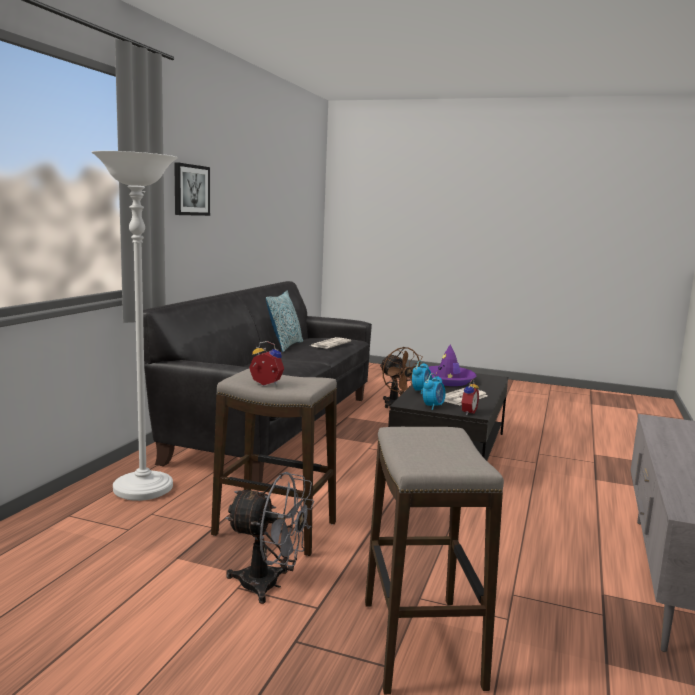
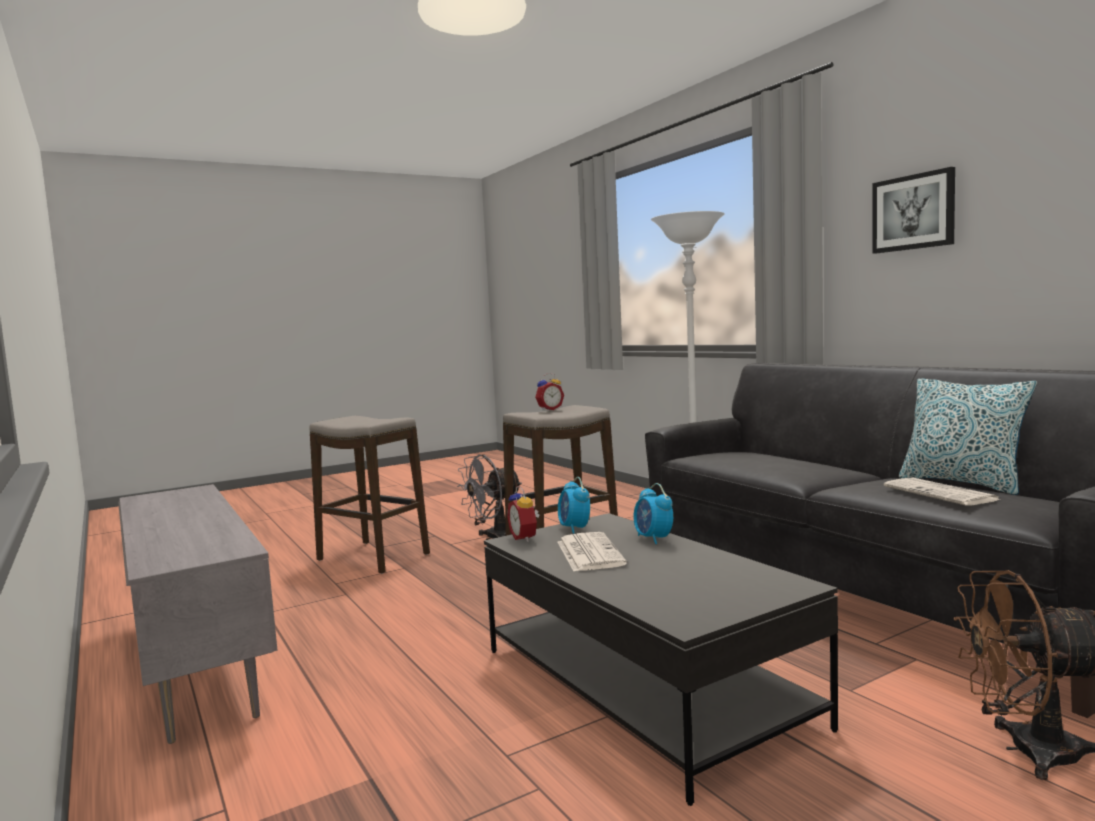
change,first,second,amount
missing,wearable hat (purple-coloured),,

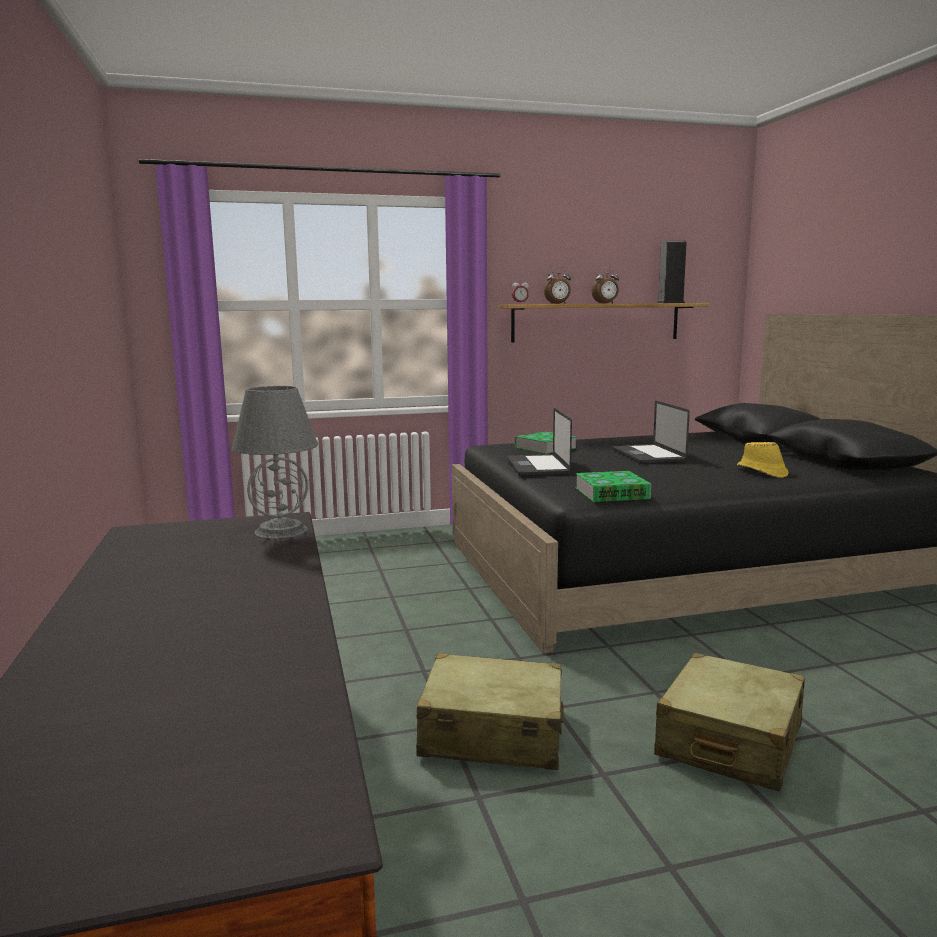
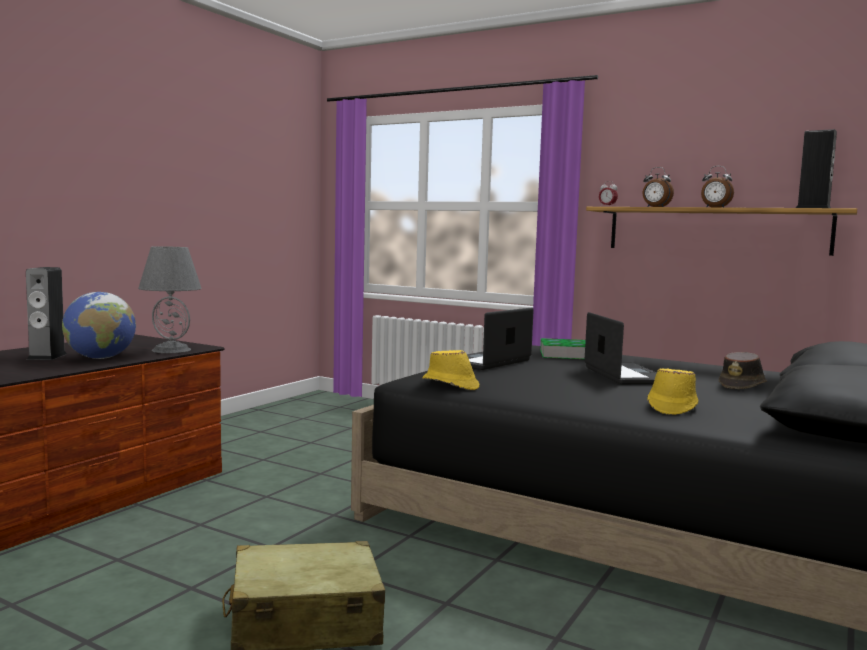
change,first,second,amount
missing,piece of luggage (beige) (no. 1 from left),,
appeared,,loudspeaker (no. 1 from left),
appeared,,world globe,
appeared,,wearable hat (brown),
exchanged,volume (no. 2 from left),wearable hat (yellow-coloured) (no. 1 from left),
spun,notebook computer (no. 2 from left),,135 degrees clockwise

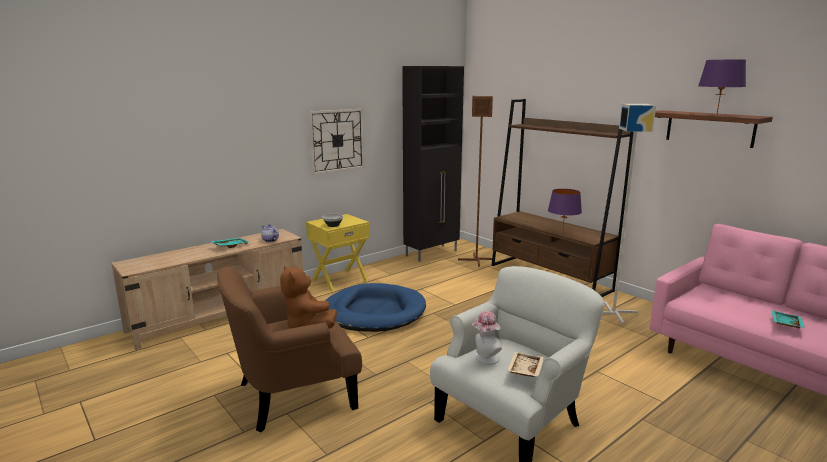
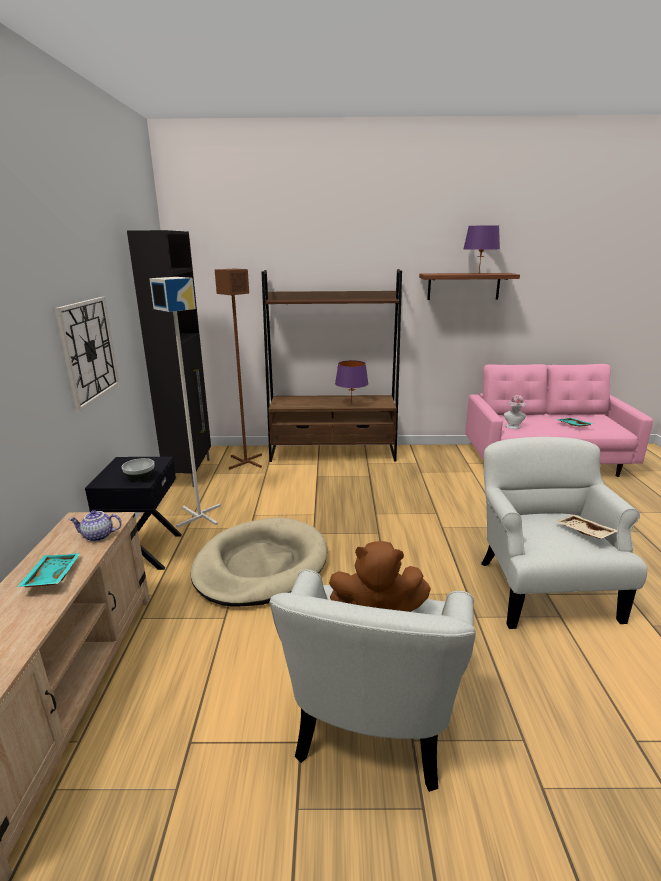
change,first,second,amount
relocated,wearable hat,,
relocated,standing lamp (gray),,
colour,armchair (brown),armchair (white) (no. 1 from left),
colour,nightstand (yellow-coloured),nightstand (black-coloured),
colour,dog bed (blue),dog bed (beige),

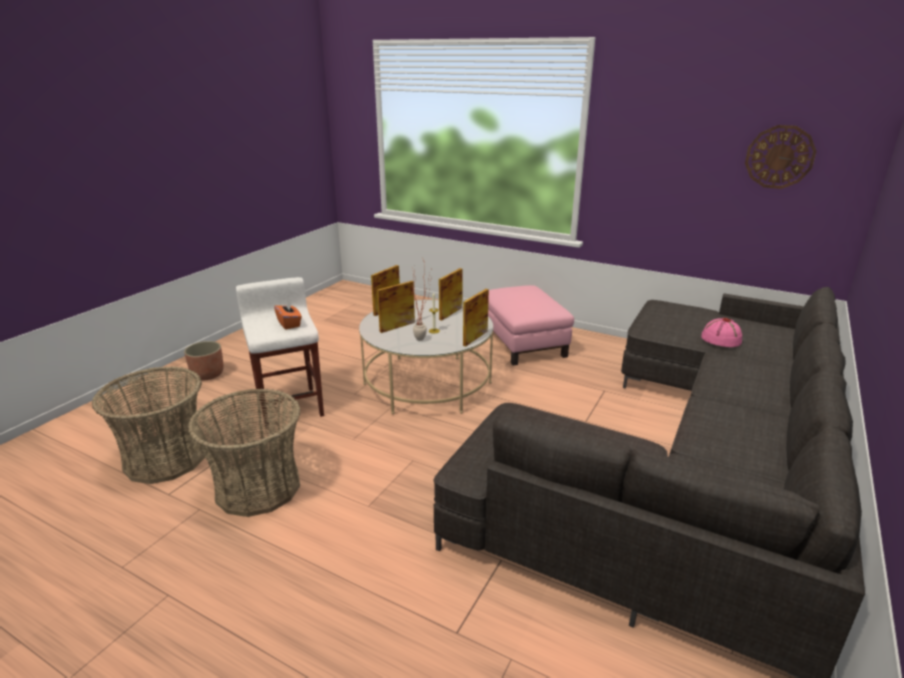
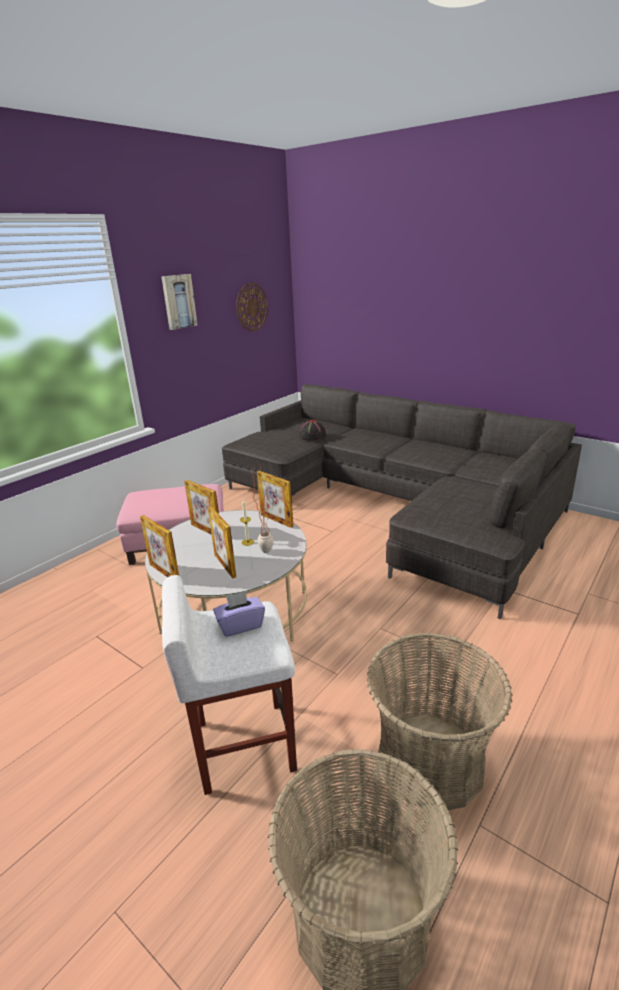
change,first,second,amount
missing,planter,,
appeared,,wall picture,
colour,box of tissues (orange-coloured),box of tissues (purple-coloured),
colour,wearable hat (pinkish),wearable hat (black-coloured),

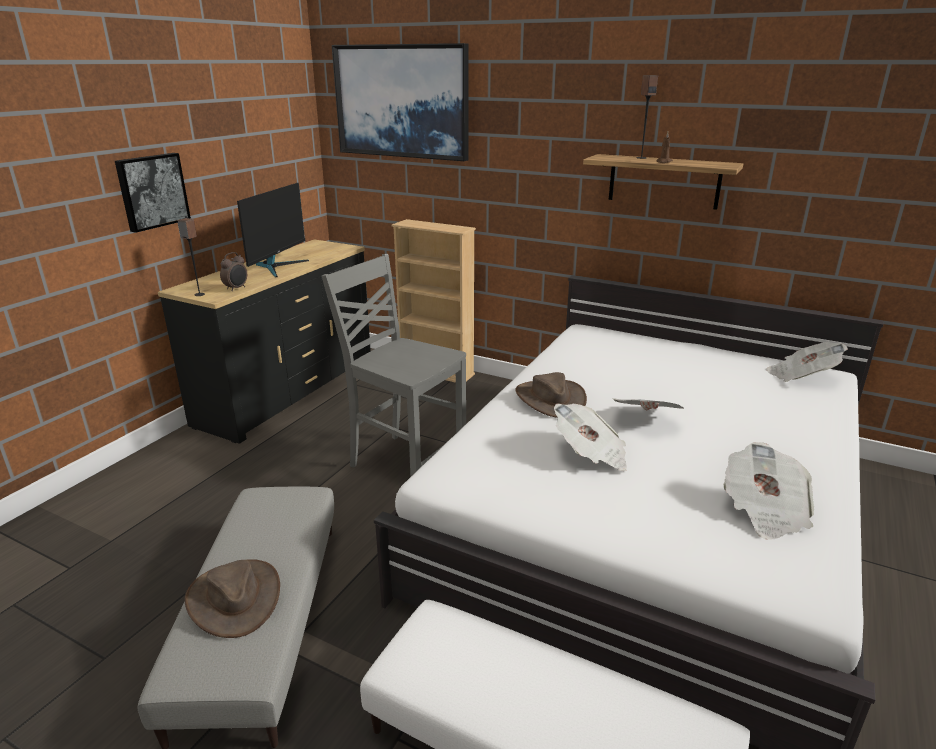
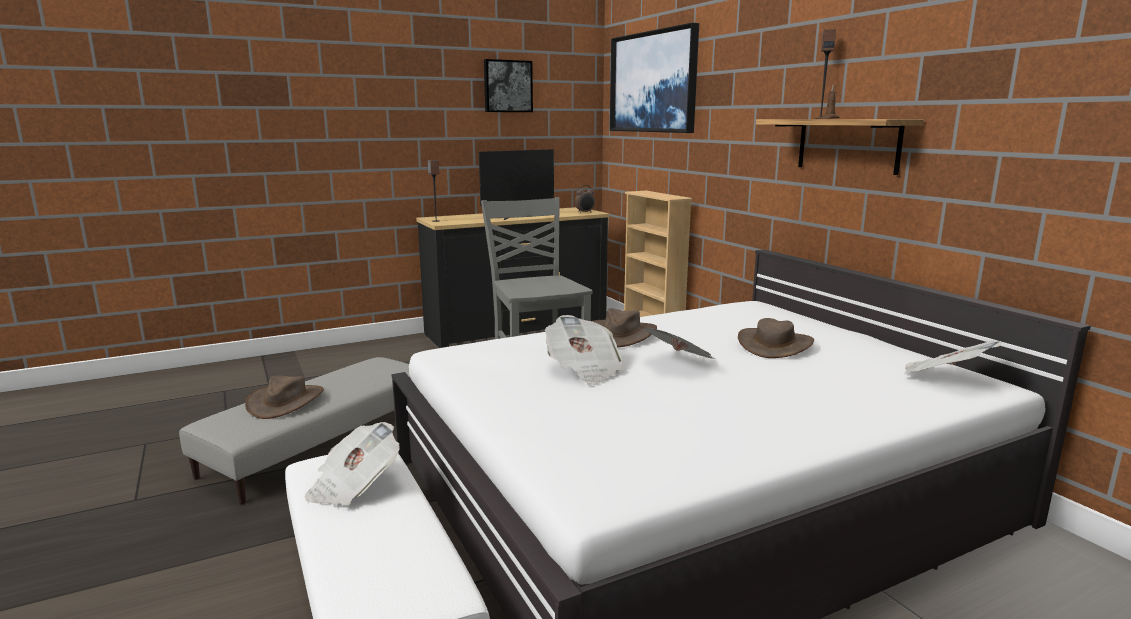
change,first,second,amount
appeared,,wearable hat (brown) (no. 3 from left),
relocated,wall picture (no. 1 from left),,
relocated,bedside clock,,
relocated,printed paper (no. 3 from left in the first image),printed paper (no. 1 from left),

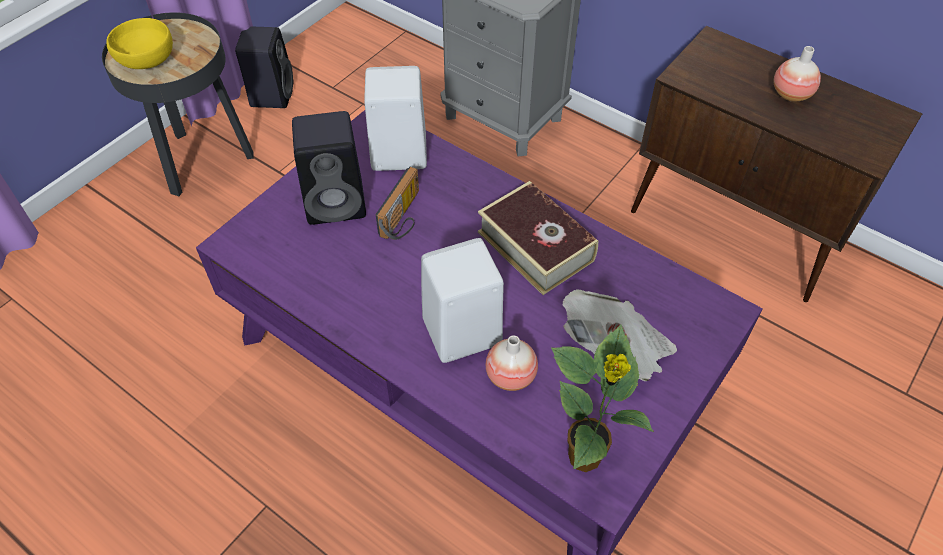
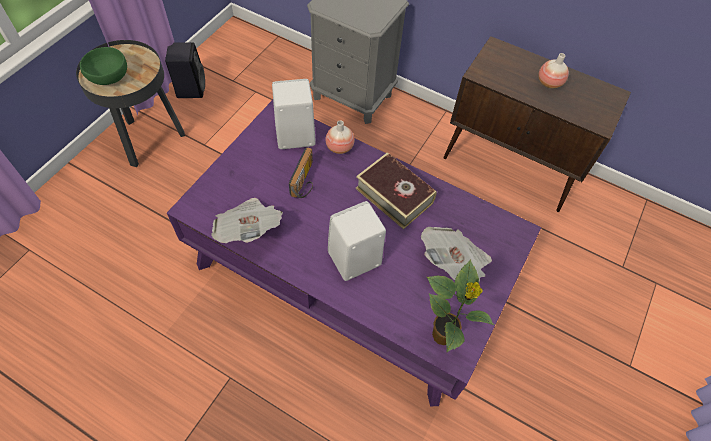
change,first,second,amount
missing,loudspeaker (black-coloured) (no. 2 from left),,
appeared,,printed paper (no. 1 from left),
relocated,vase (no. 1 from left),,
colour,serving bowl (yellow-coloured),serving bowl (green-coloured),

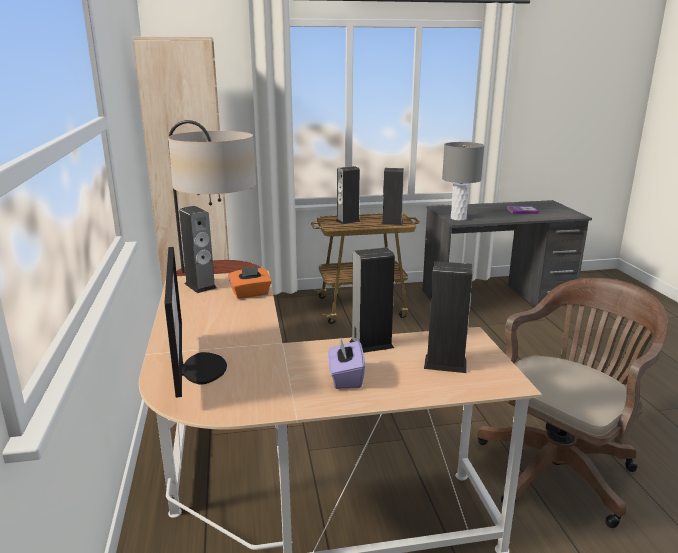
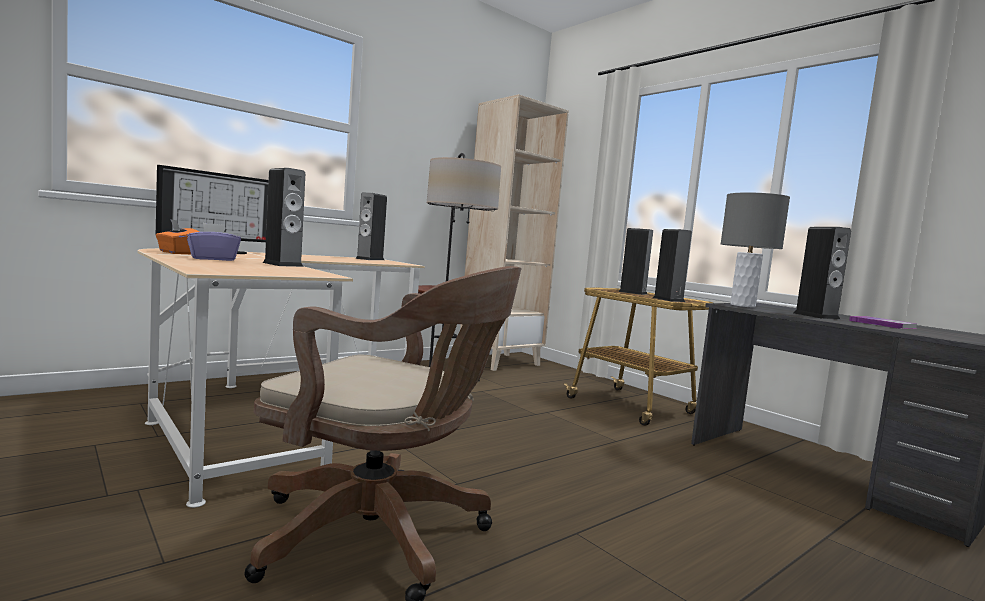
change,first,second,amount
relocated,box of tissues (orange-coloured),,
relocated,loudspeaker (no. 5 from left),,

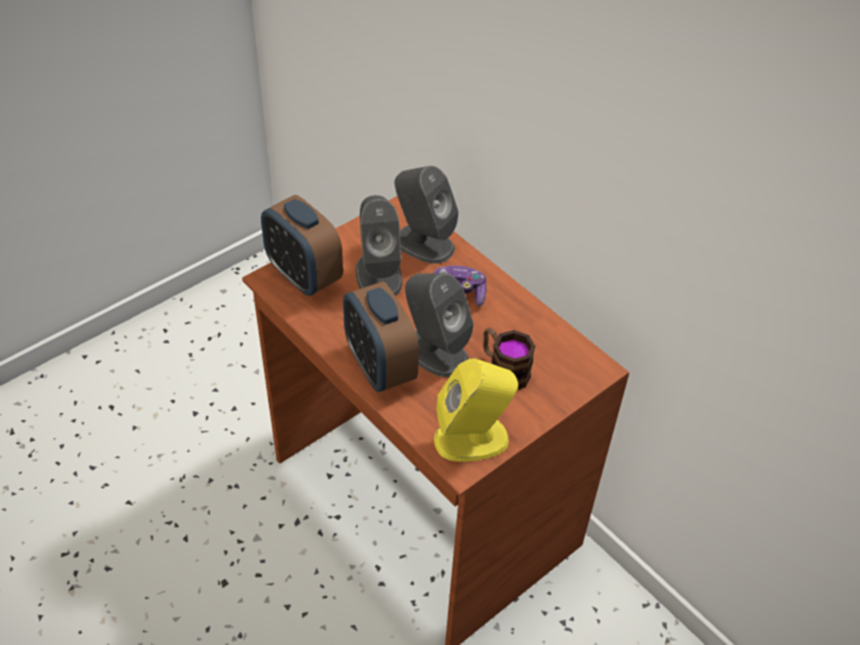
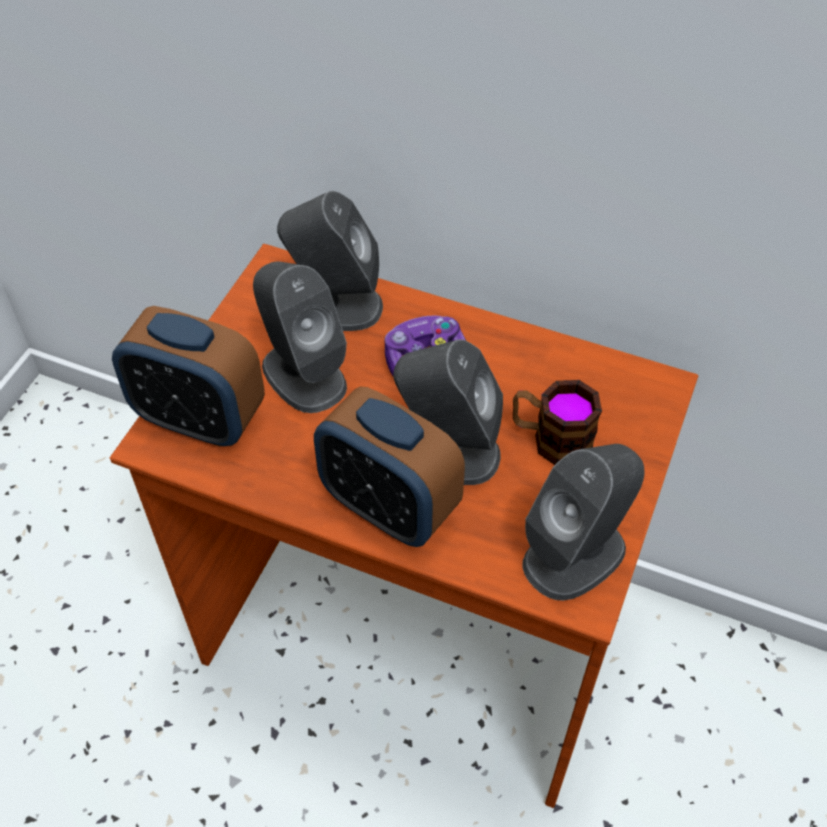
change,first,second,amount
colour,loudspeaker (yellow-coloured),loudspeaker (gray) (no. 4 from left),

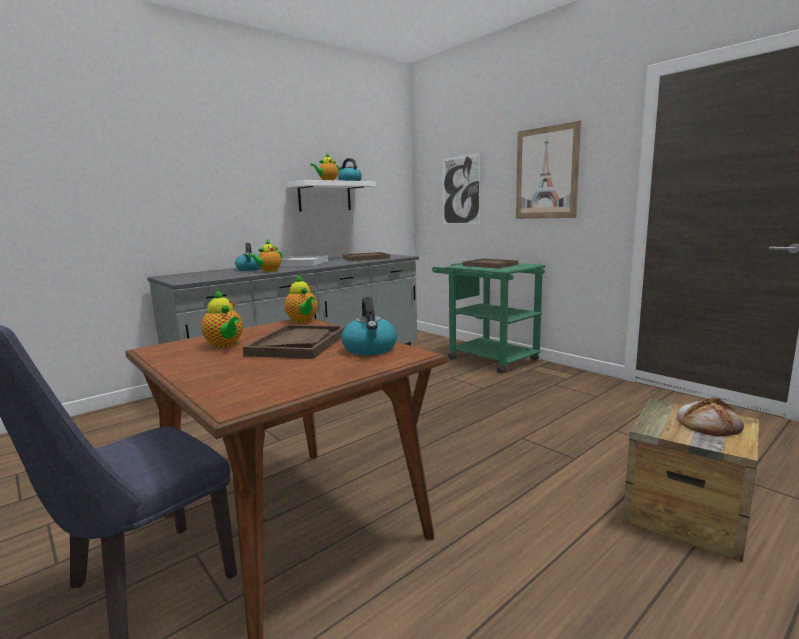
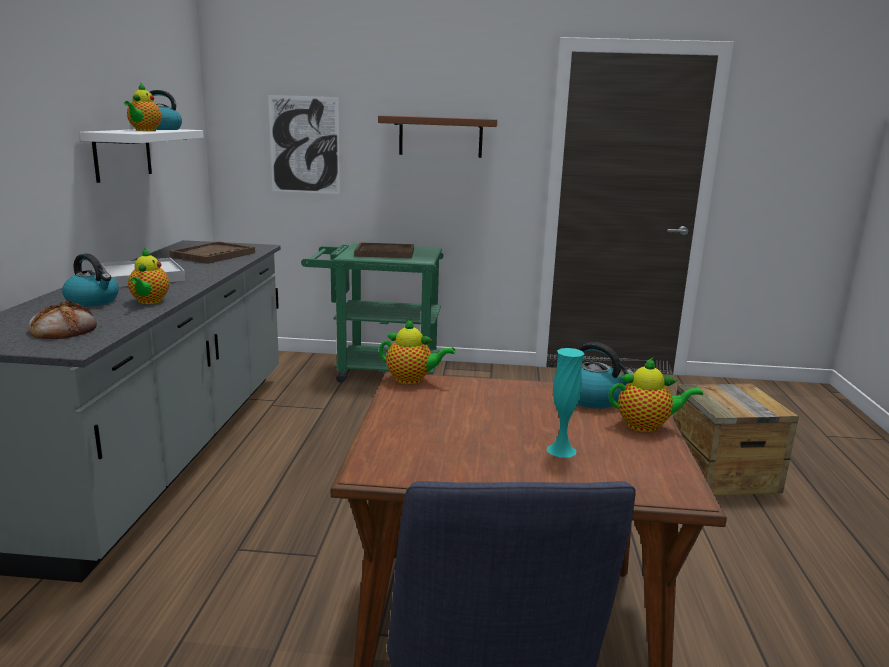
change,first,second,amount
missing,carrying tray (brown) (no. 1 from left),,
appeared,,vase (turquoise-coloured),
relocated,pot for tea (no. 1 from left in the first image),pot for tea (no. 4 from left),
relocated,bakery bread,,
exchanged,wall picture (no. 2 from left),bracket shelf (brown),

